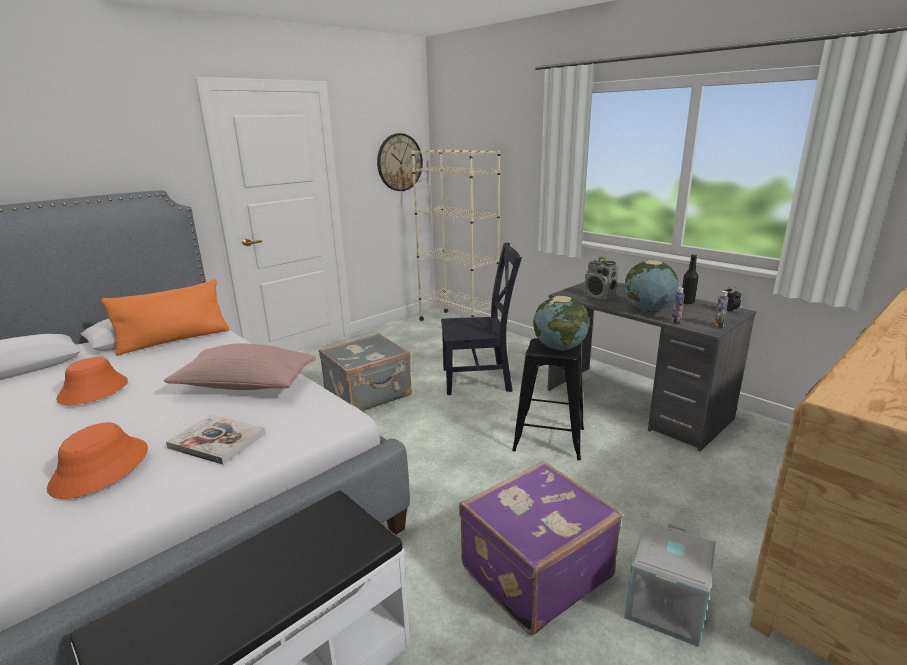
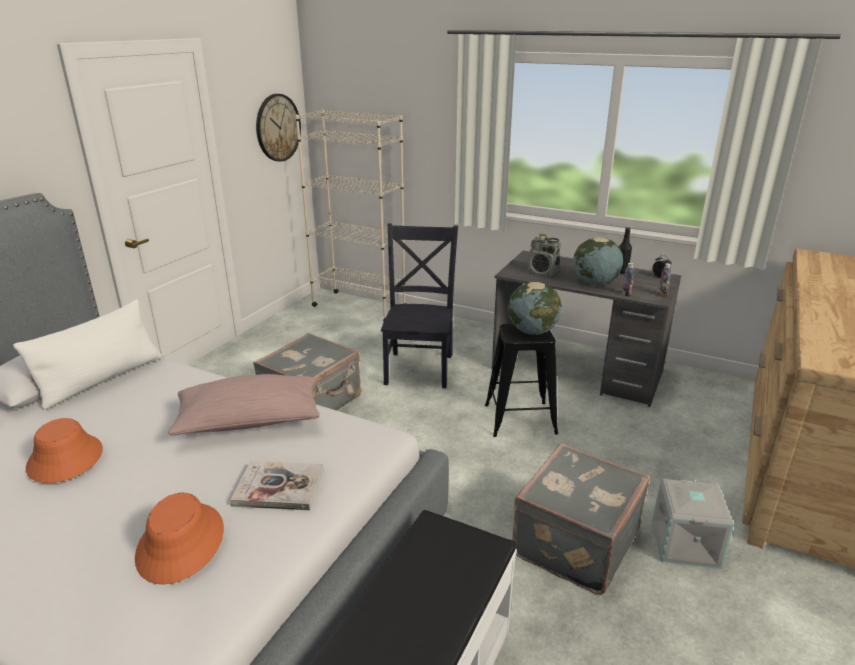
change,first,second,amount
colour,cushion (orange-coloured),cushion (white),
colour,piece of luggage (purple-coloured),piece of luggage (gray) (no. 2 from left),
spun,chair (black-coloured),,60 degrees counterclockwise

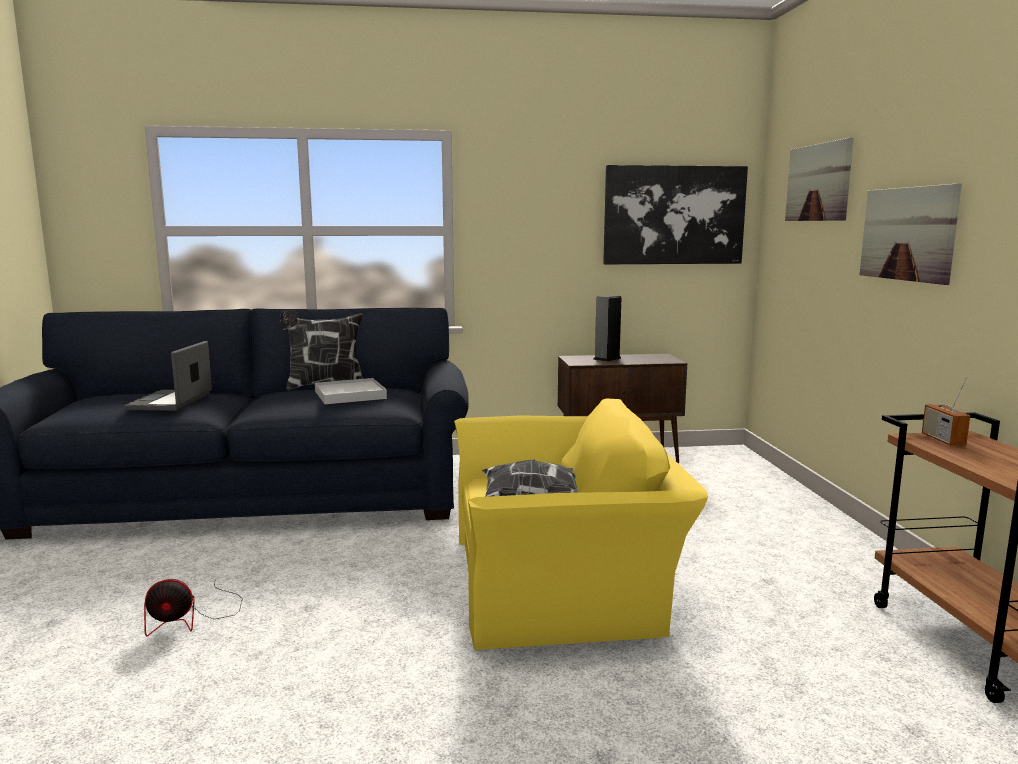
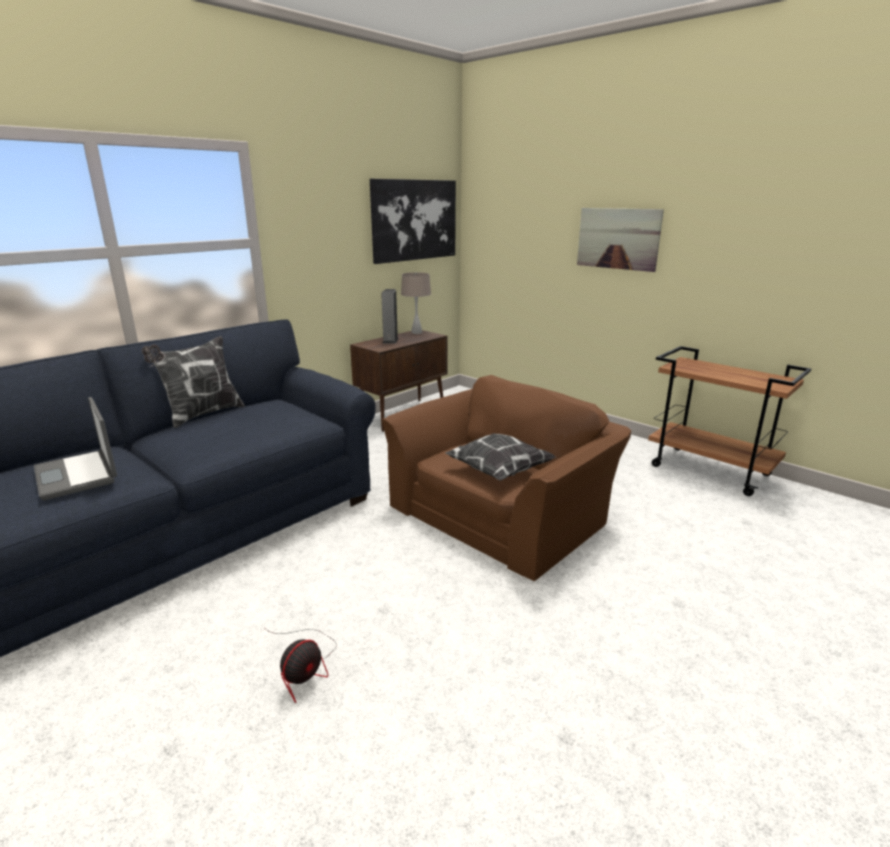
change,first,second,amount
missing,carrying tray (white),,
missing,wall picture (no. 2 from left),,
missing,radio,,
appeared,,lamp for a table (beige),
colour,armchair (yellow-coloured),armchair (brown),

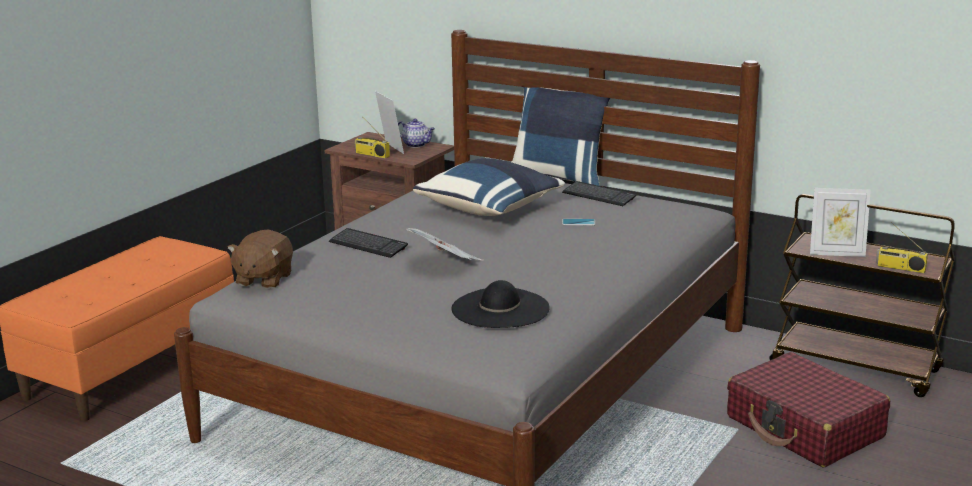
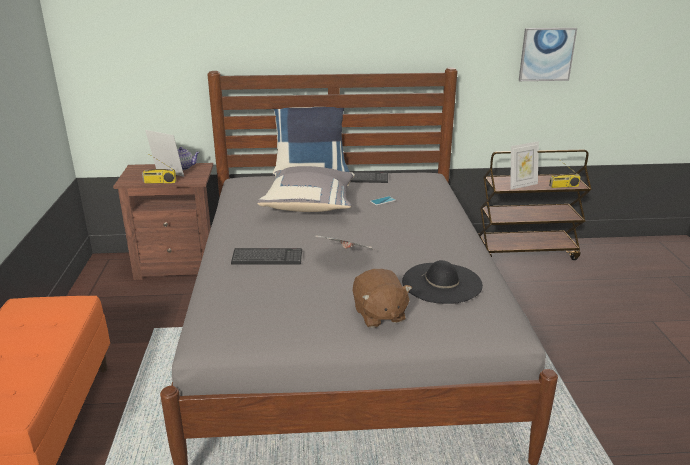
change,first,second,amount
missing,piece of luggage (reddish),,
appeared,,wall picture,
relocated,plush toy (brown),,
colour,cushion (blue) (no. 1 from left),cushion (gray),

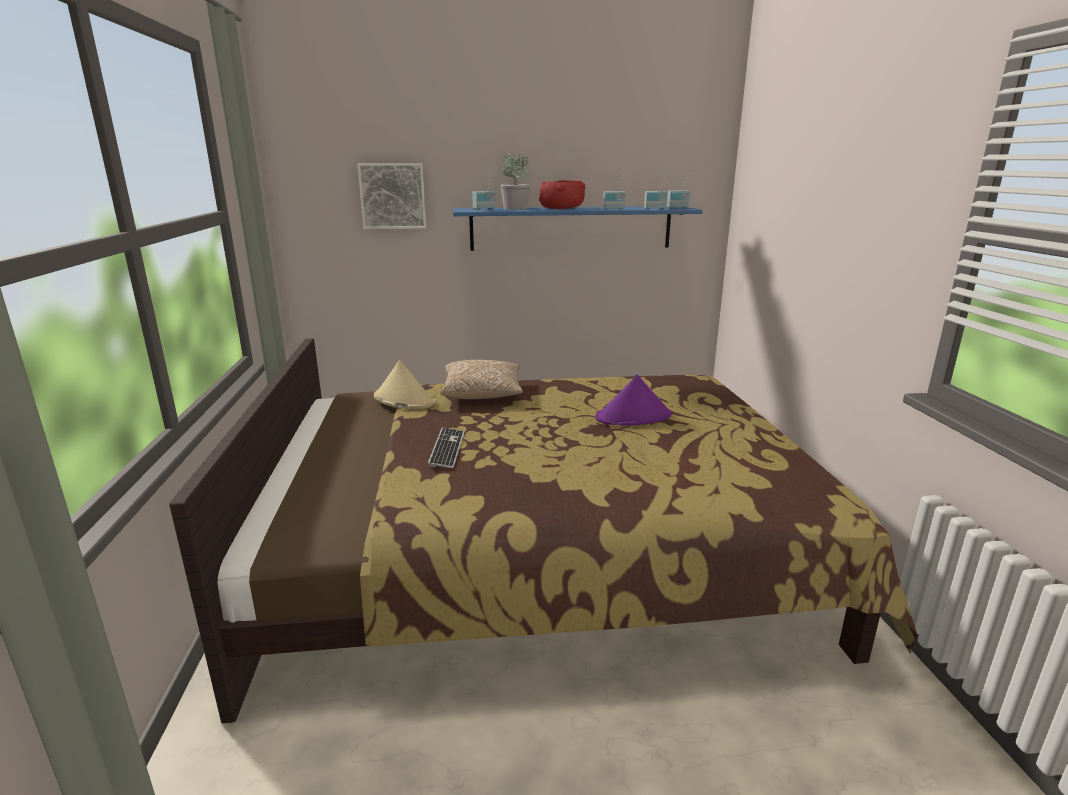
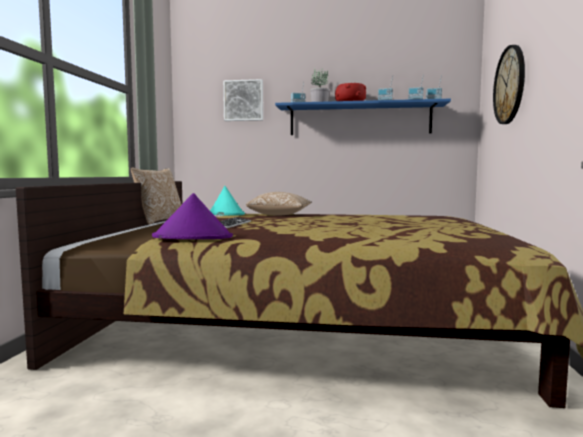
change,first,second,amount
appeared,,cushion (no. 1 from left),
appeared,,clock on the wall,
relocated,wearable hat (purple-coloured),,
colour,wearable hat (beige),wearable hat (turquoise-coloured),

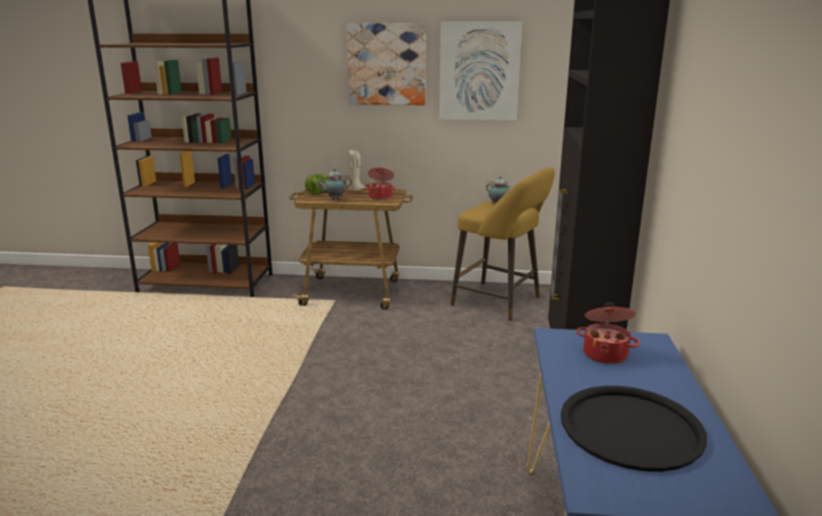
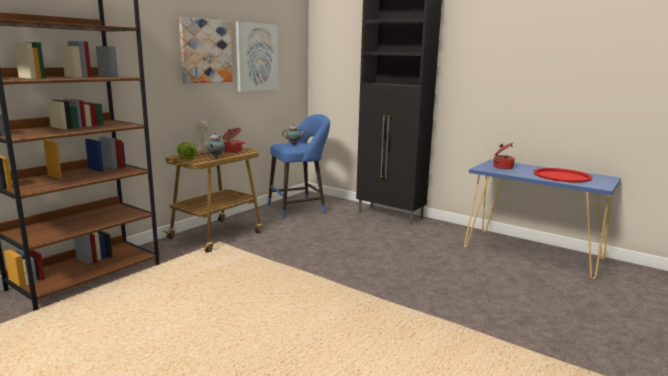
change,first,second,amount
colour,sitting stool (yellow-coloured),sitting stool (blue),
colour,carrying tray (black-coloured),carrying tray (reddish),

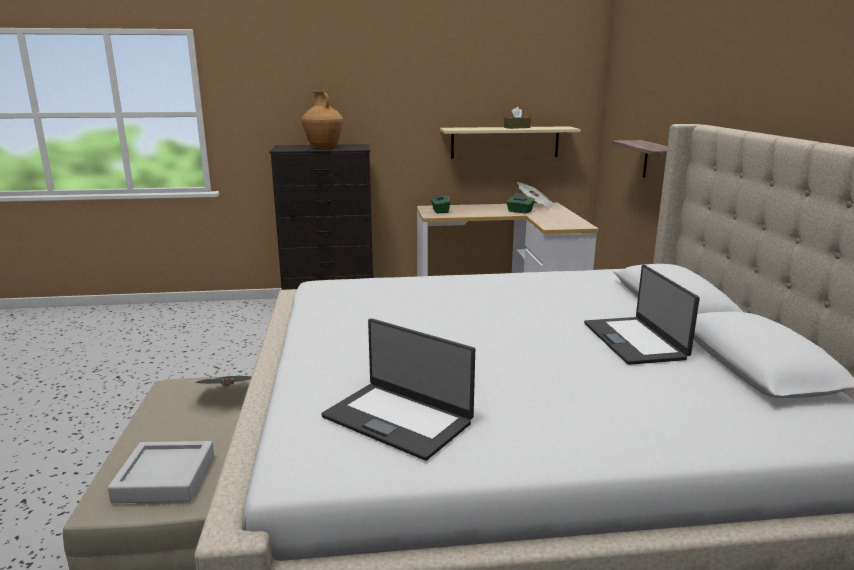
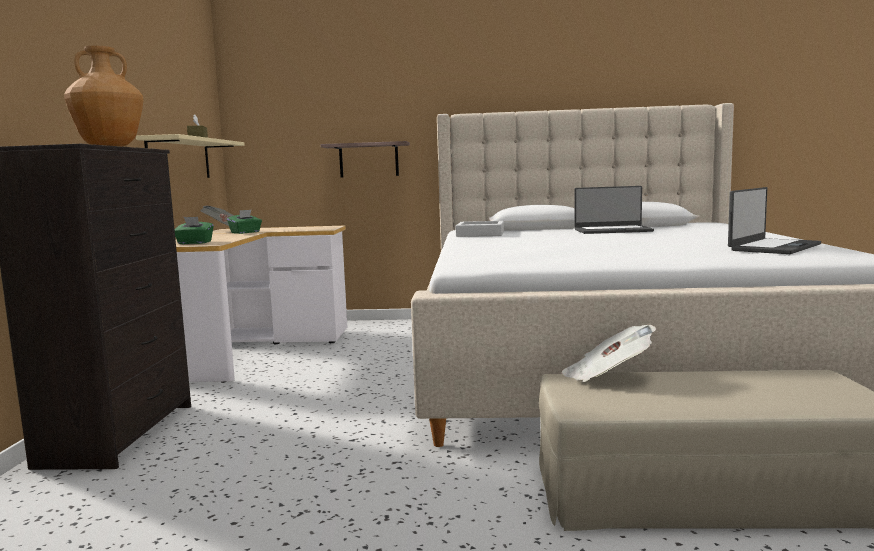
change,first,second,amount
relocated,carrying tray (gray),,

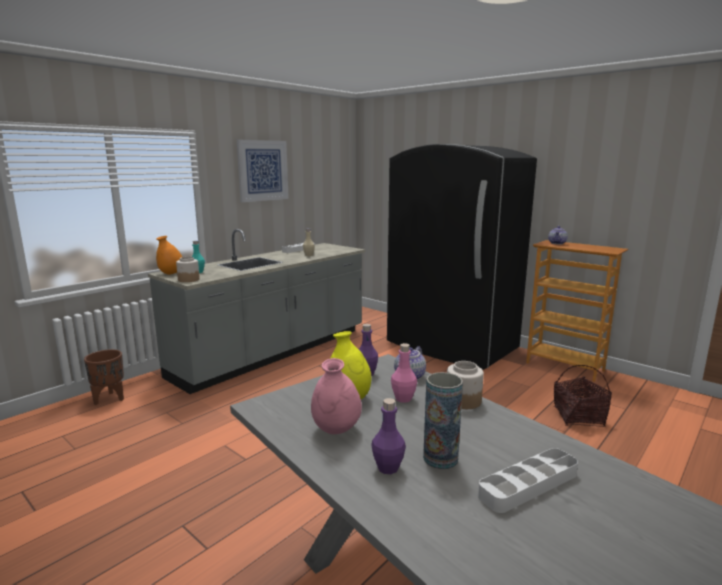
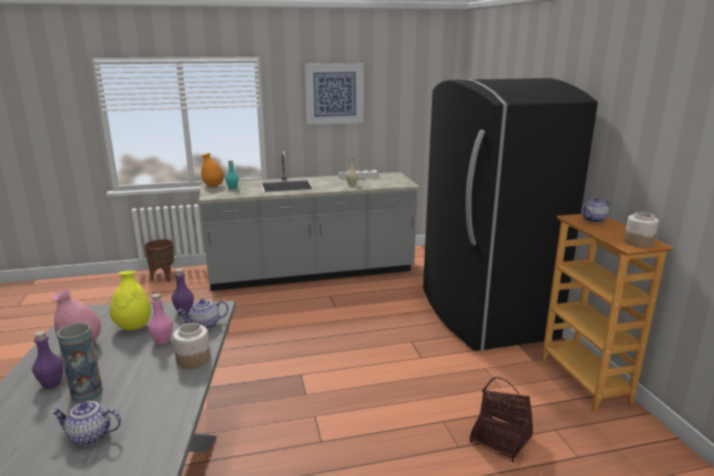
change,first,second,amount
relocated,preserve jar (no. 1 from left in the first image),preserve jar (no. 2 from left),
exchanged,carrying tray (white) (no. 2 from left),pot for tea (no. 1 from left),

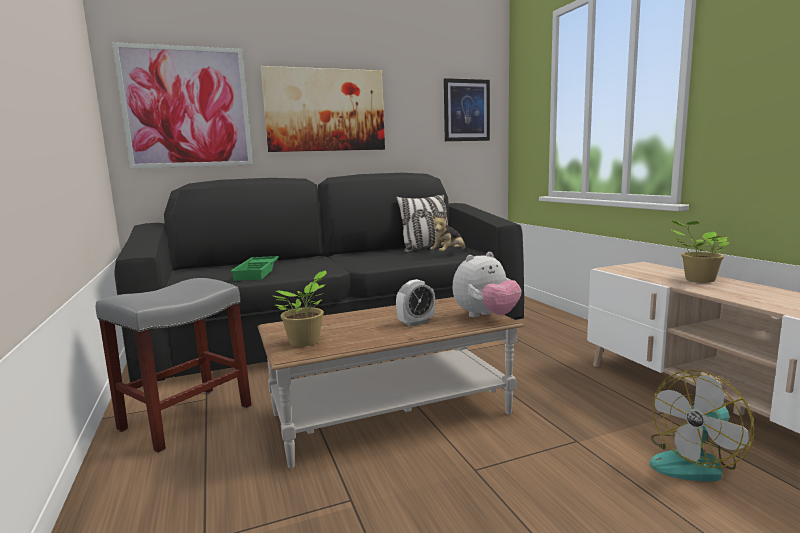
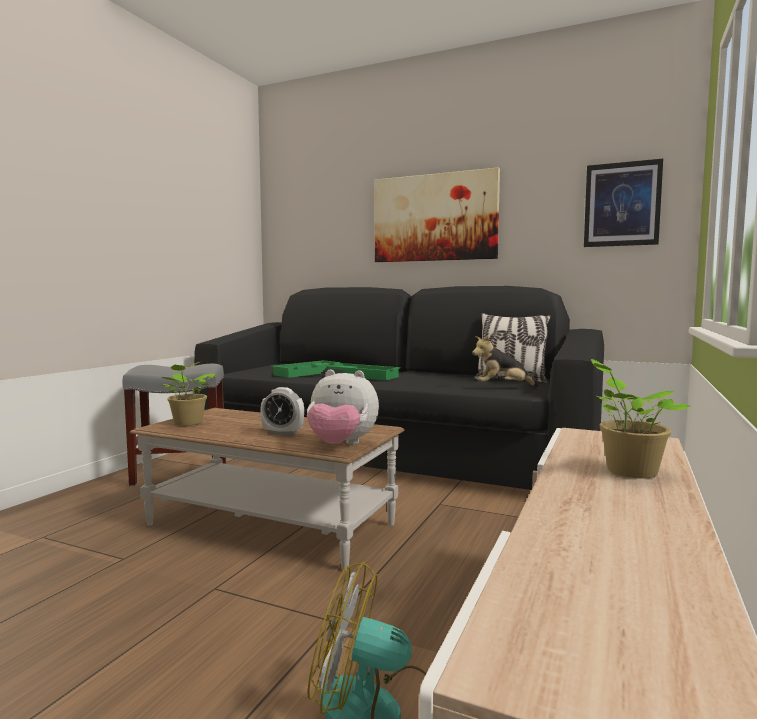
change,first,second,amount
missing,wall picture (no. 1 from left),,
appeared,,carrying tray (green-coloured) (no. 2 from left),

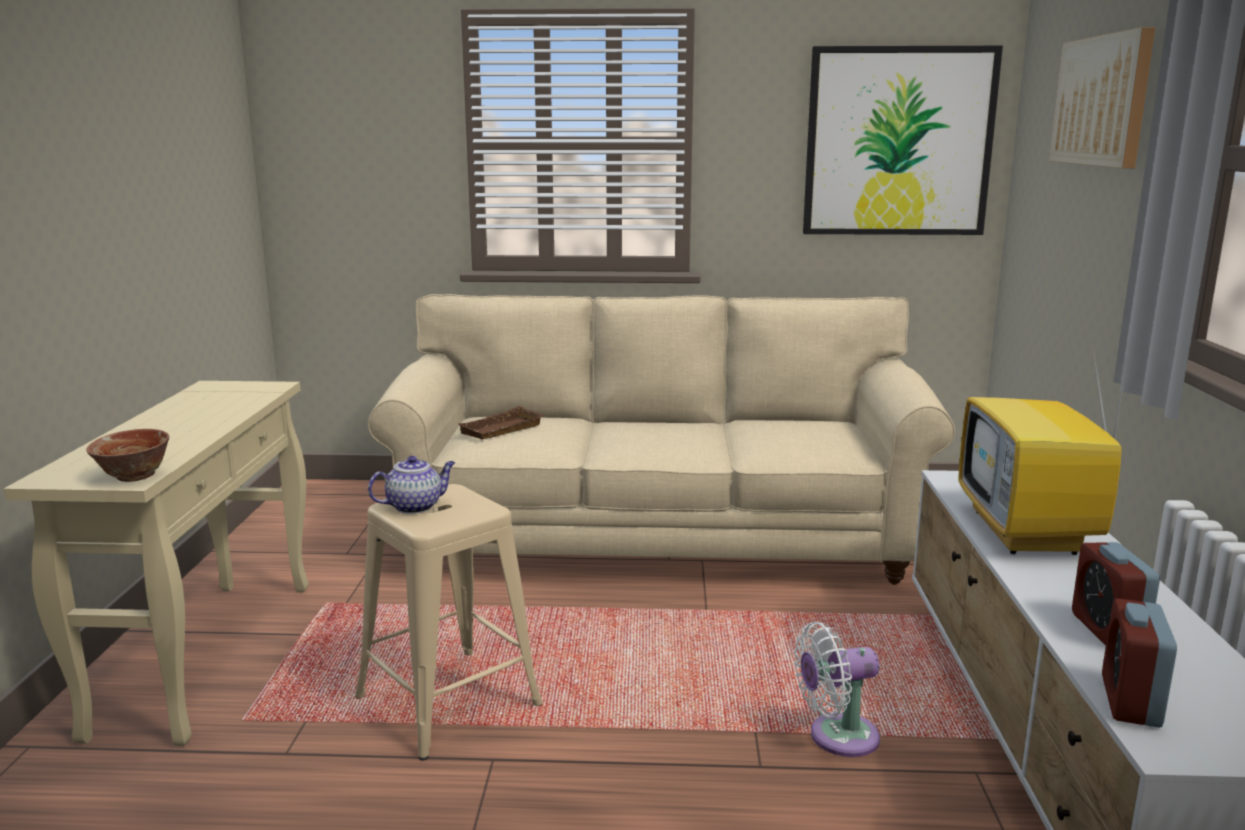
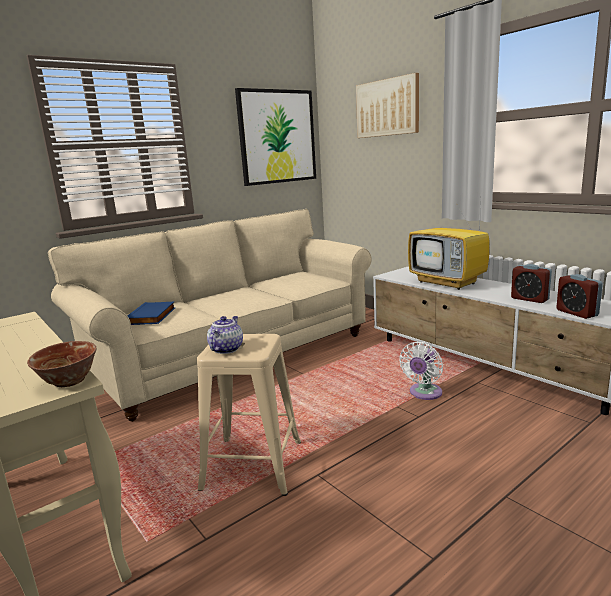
change,first,second,amount
exchanged,carrying tray (brown),volume (blue),

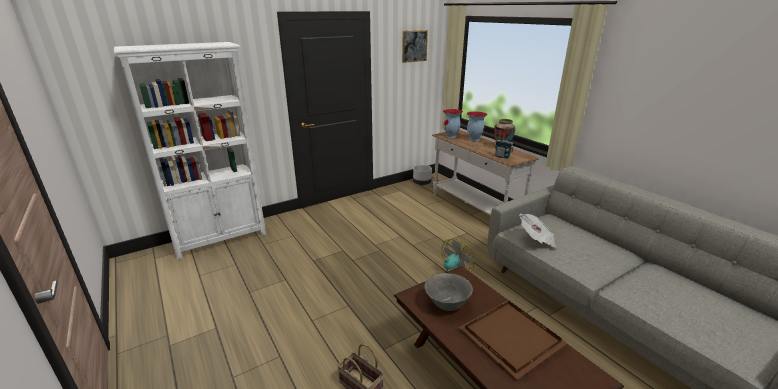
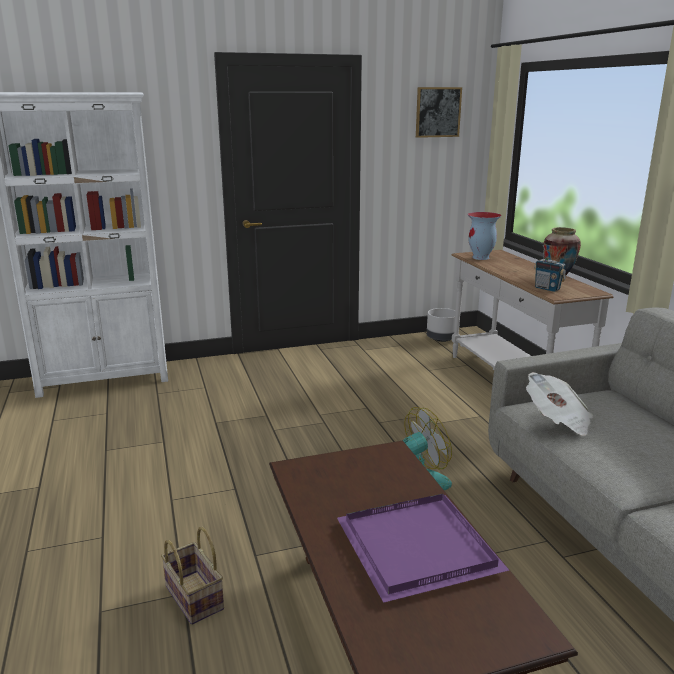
change,first,second,amount
missing,serving bowl (gray),,
missing,vase (no. 2 from left),,
colour,carrying tray (brown),carrying tray (purple-coloured),

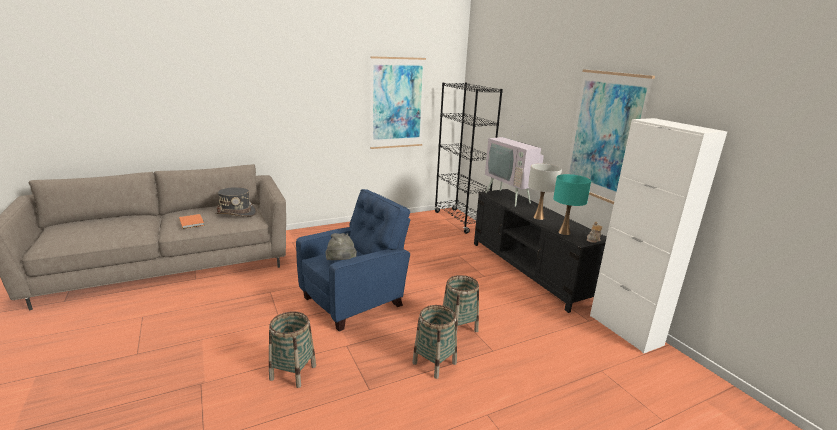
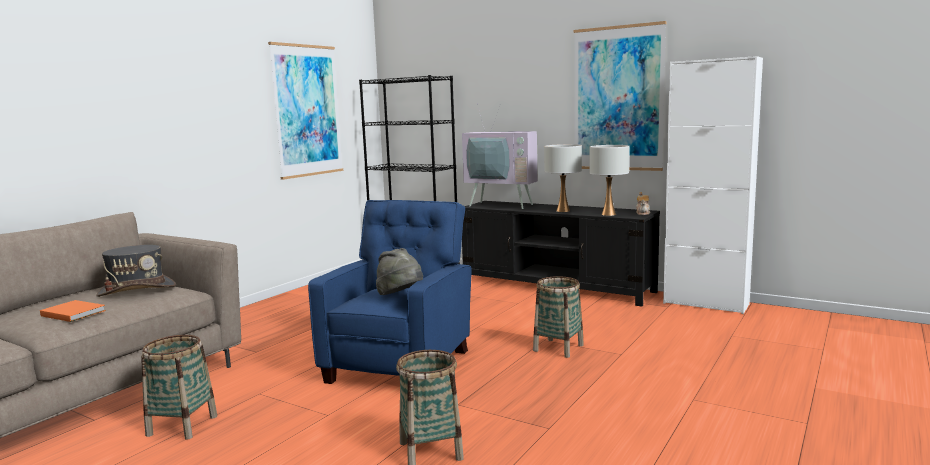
change,first,second,amount
relocated,basket (no. 2 from left in the first image),basket (no. 1 from left),
colour,lamp for a table (turquoise-coloured),lamp for a table (white) (no. 2 from left),

